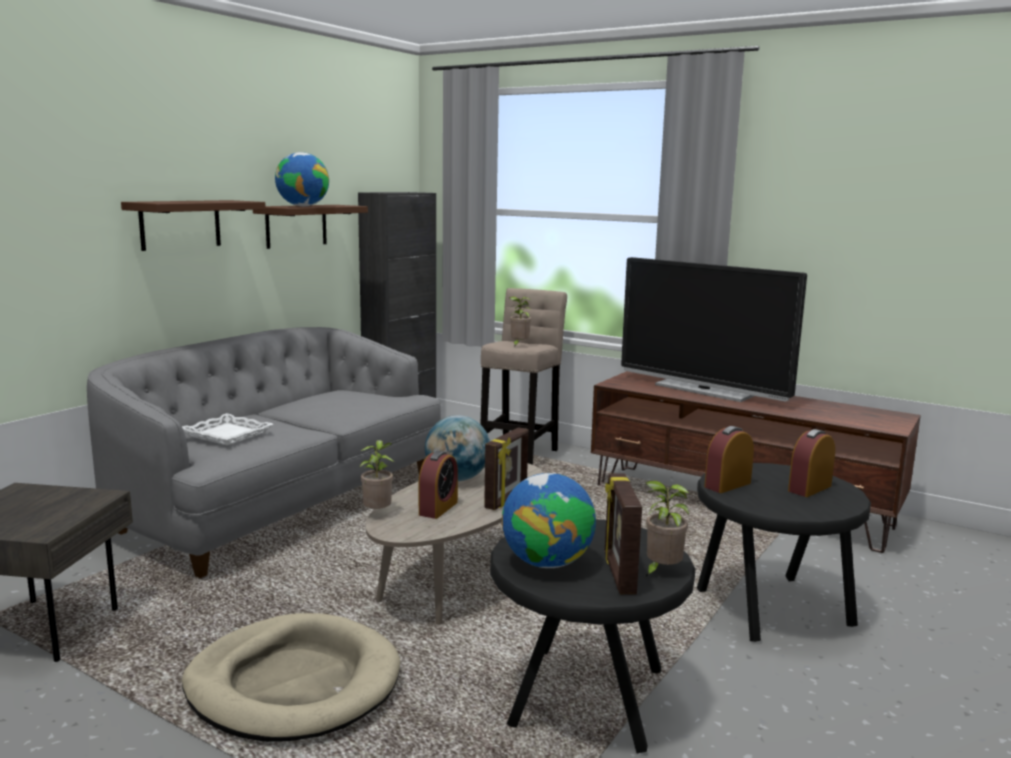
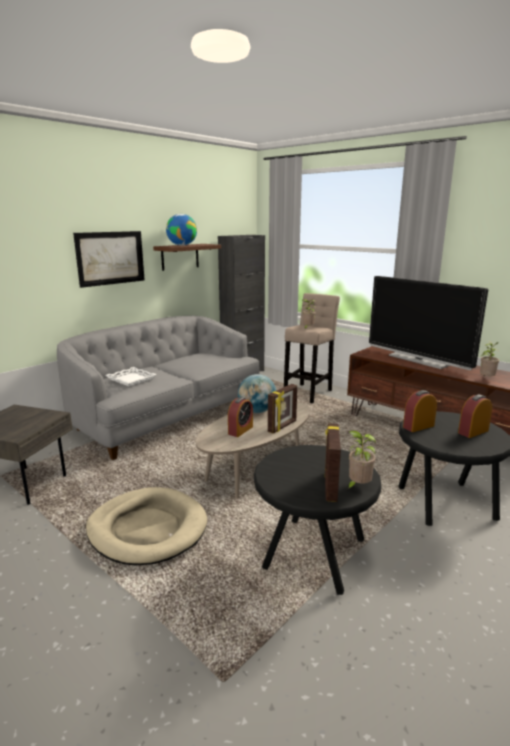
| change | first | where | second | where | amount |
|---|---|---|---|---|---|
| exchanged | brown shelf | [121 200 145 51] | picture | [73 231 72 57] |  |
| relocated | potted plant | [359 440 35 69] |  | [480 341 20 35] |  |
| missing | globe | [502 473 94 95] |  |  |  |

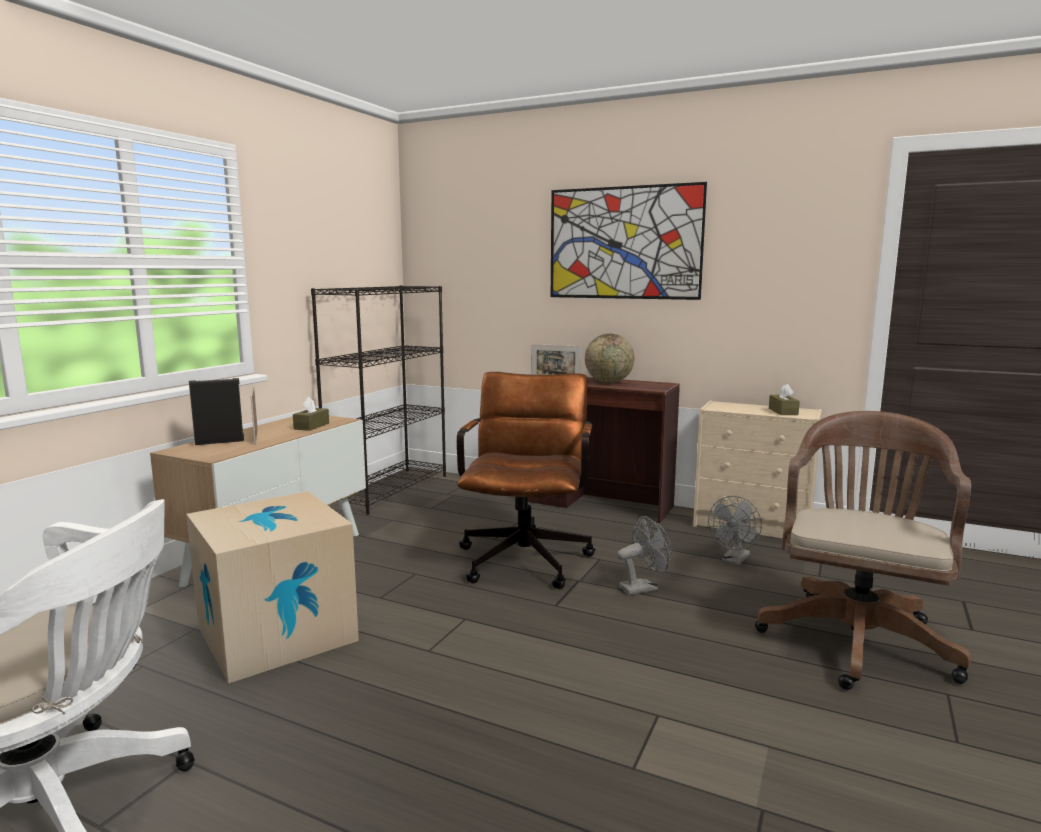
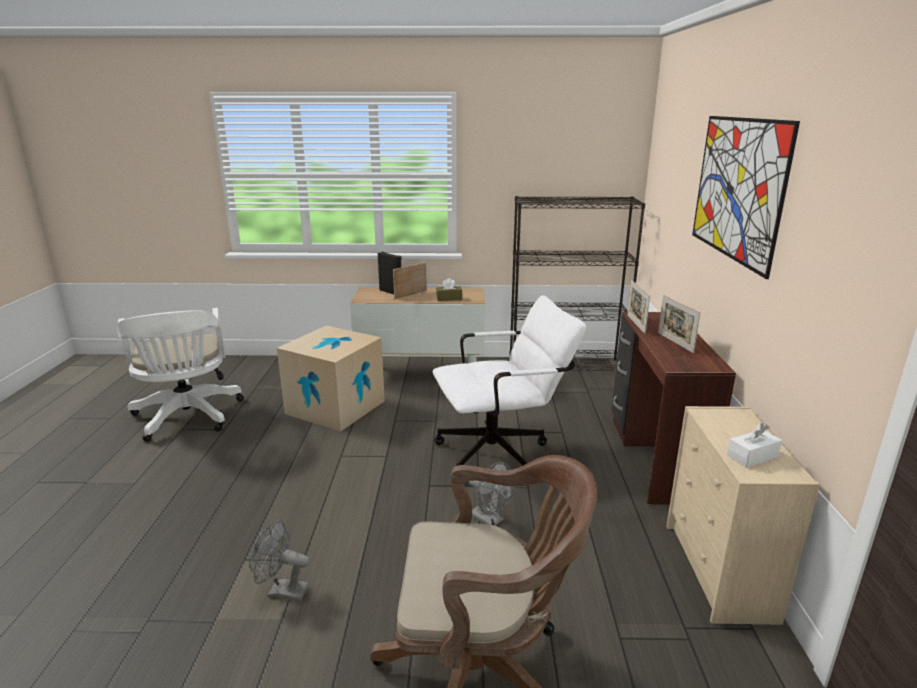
| change | first | where | second | where | amount |
|---|---|---|---|---|---|
| exchanged | globe | [585 333 50 50] | picture frame | [658 295 42 58] |  |
| colour | brown office chair | [457 372 138 217] | white office chair | [433 295 153 171] |  |
| colour | brown tissue box | [769 384 31 31] | white tissue box | [727 423 55 45] |  |
| relocated | grey fan | [708 496 54 69] |  | [249 520 61 81] |  |

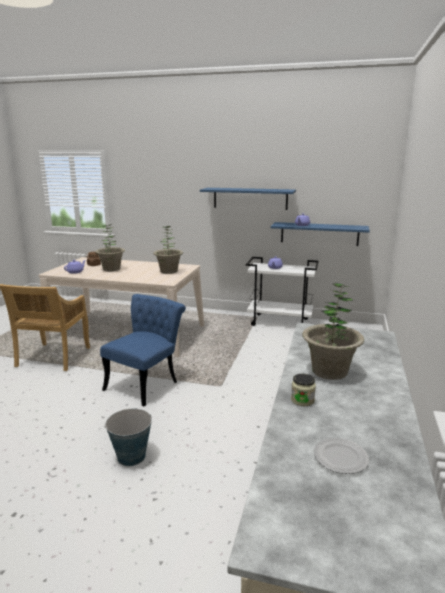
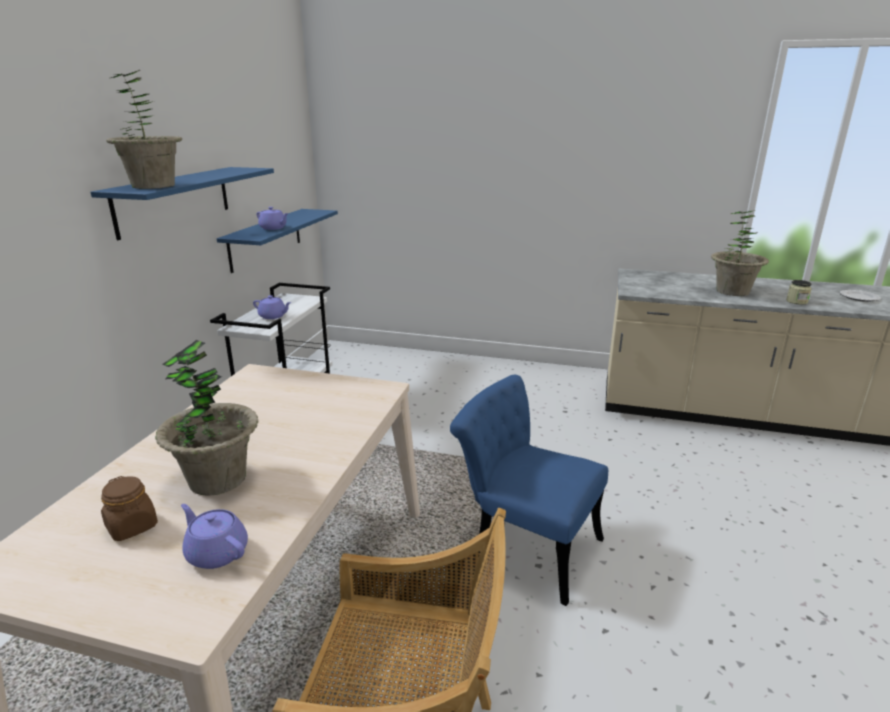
| change | first | where | second | where | amount |
|---|---|---|---|---|---|
| relocated | potted plant | [153 226 30 48] |  | [106 70 76 119] |  |
| missing | bucket | [105 409 47 57] |  |  |  |

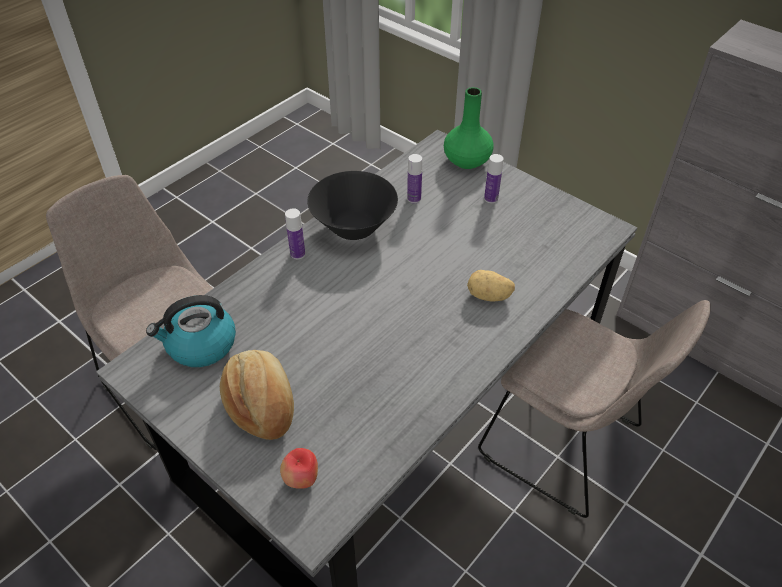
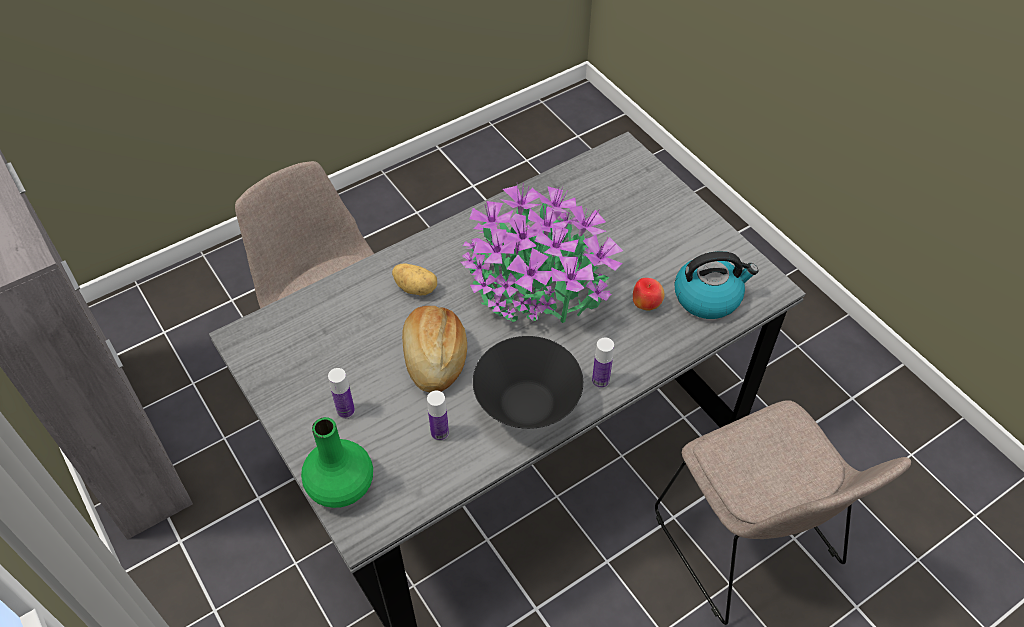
| change | first | where | second | where | amount |
|---|---|---|---|---|---|
| relocated | bread | [220 350 74 90] |  | [402 306 65 86] |  |
| relocated | apple | [280 448 38 41] |  | [633 278 32 32] |  |
| appeared |  |  | potted plant | [461 183 162 140] |  |

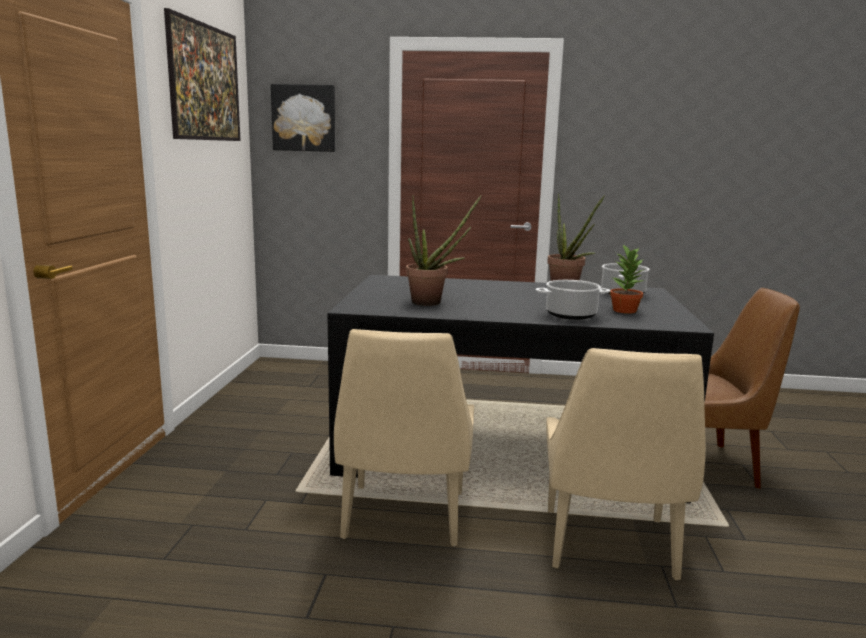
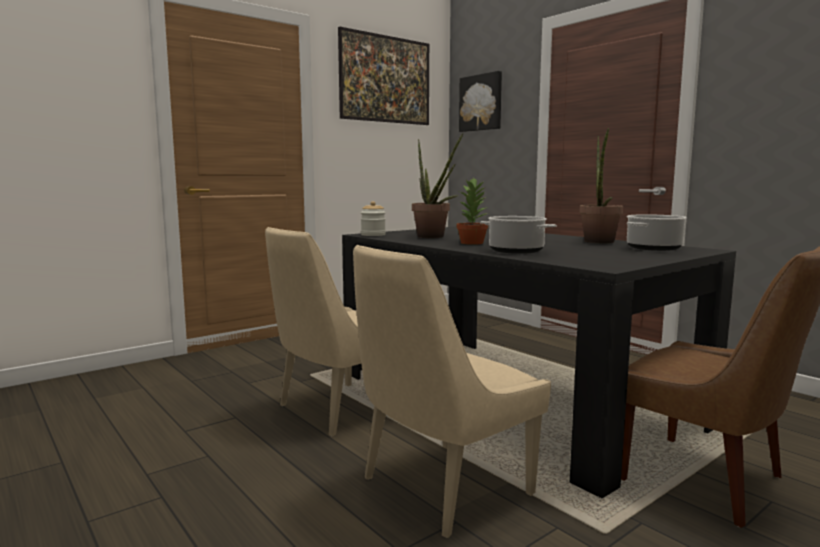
| change | first | where | second | where | amount |
|---|---|---|---|---|---|
| relocated | potted plant | [610 244 36 70] |  | [456 178 32 67] |  |
| appeared |  |  | jar | [361 201 25 35] |  |

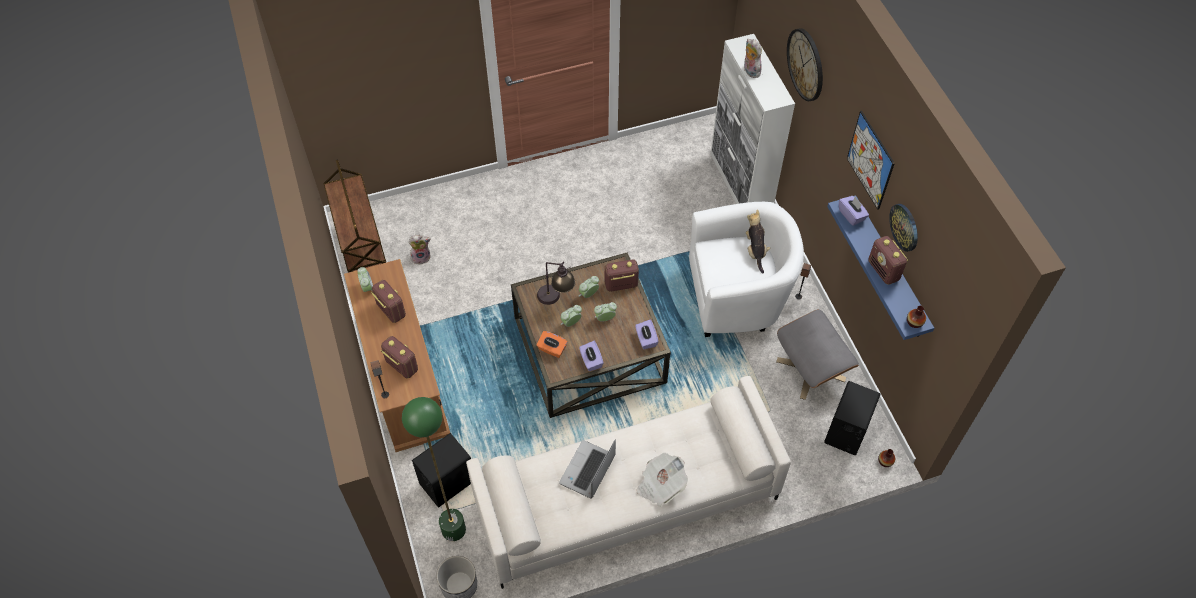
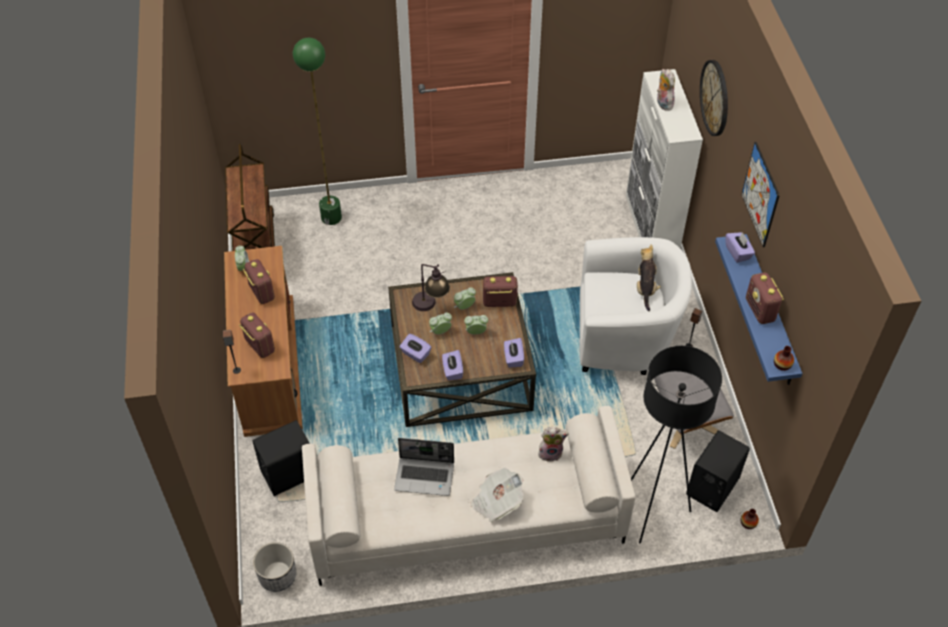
| change | first | where | second | where | amount |
|---|---|---|---|---|---|
| missing | wall clock | [889 204 29 48] |  |  |  |
| relocated | plush toy | [409 235 22 30] |  | [538 427 31 35] |  |
| colour | orange tissue box | [536 331 32 27] | purple tissue box | [400 334 31 29] |  |
| relocated | green floor lamp | [402 397 64 144] |  | [293 38 49 187] |  |
| spun | laptop | [559 439 57 59] |  | [394 438 60 58] | 120 degrees counterclockwise |
| appeared |  |  | black floor lamp | [631 346 91 197] |  |

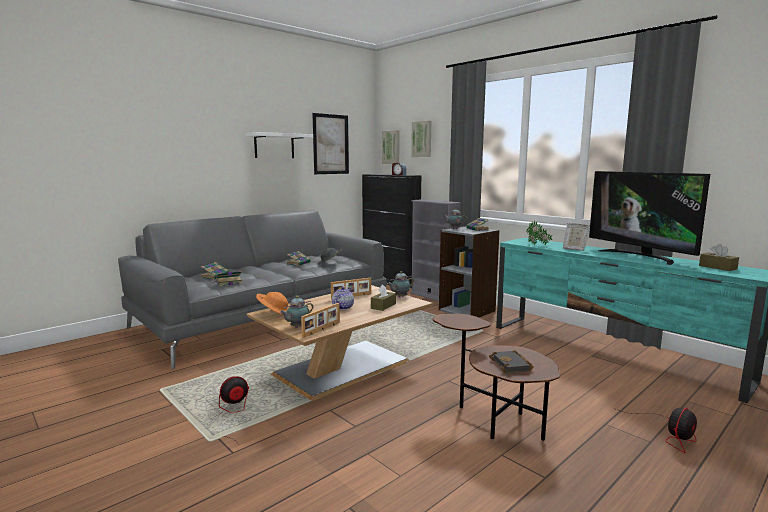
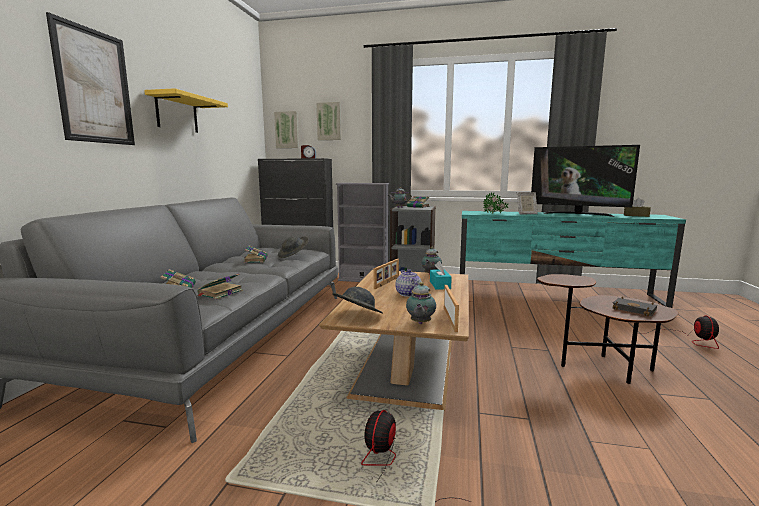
| change | first | where | second | where | amount |
|---|---|---|---|---|---|
| relocated | picture | [312 113 37 61] |  | [46 12 89 133] |  |
| colour | white shelf | [246 132 67 26] | yellow shelf | [144 88 84 45] |  |
| colour | brown tissue box | [371 285 25 26] | turquoise tissue box | [430 261 22 29] |  |
| colour | orange hat | [256 292 33 23] | grey hat | [332 287 51 27] |  |

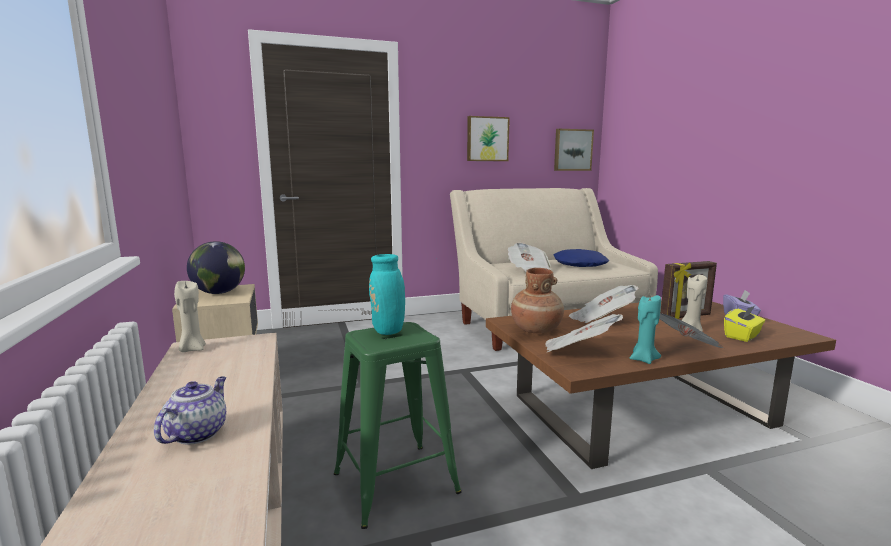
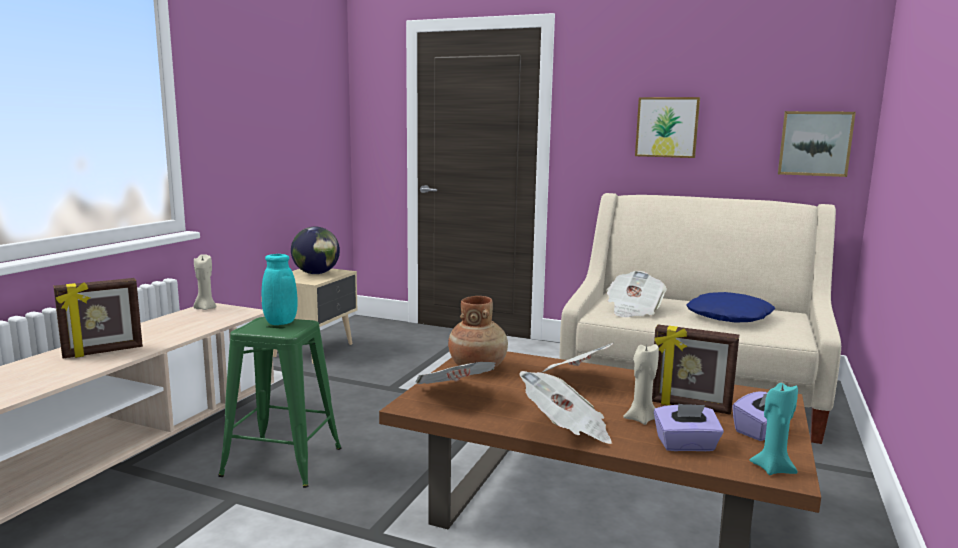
| change | first | where | second | where | amount |
|---|---|---|---|---|---|
| relocated | turquoise candle | [630 295 31 69] |  | [750 383 48 92] |  |
| colour | yellow tissue box | [724 305 41 37] | purple tissue box | [654 404 70 47] |  |
| exchanged | teapot | [154 377 72 68] | picture frame | [53 278 90 80] |  |

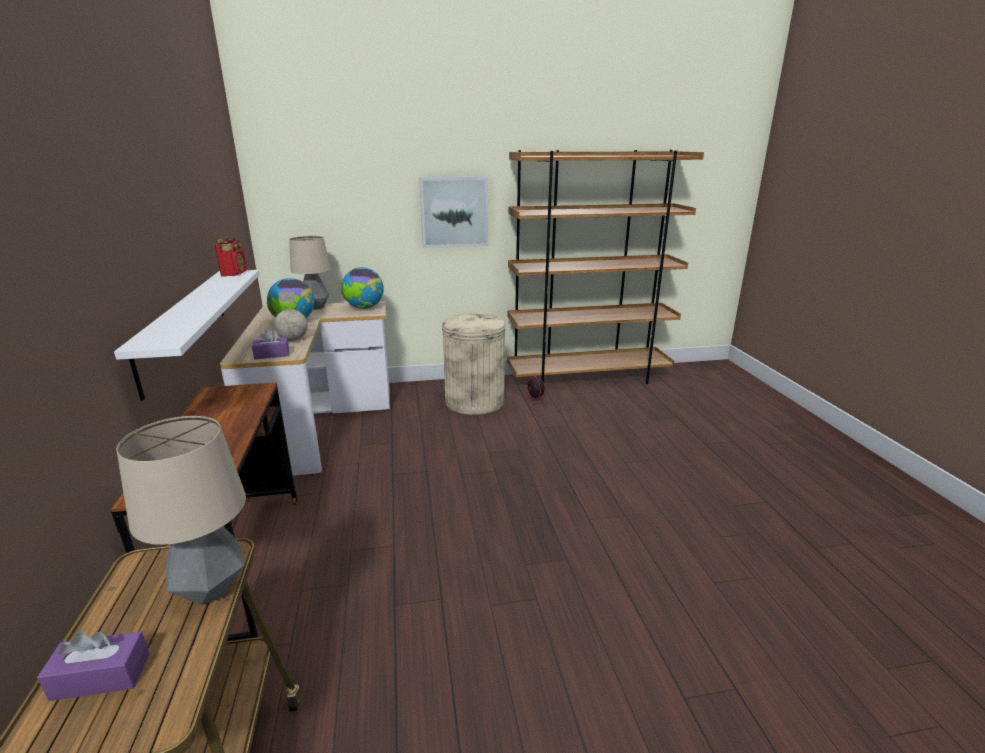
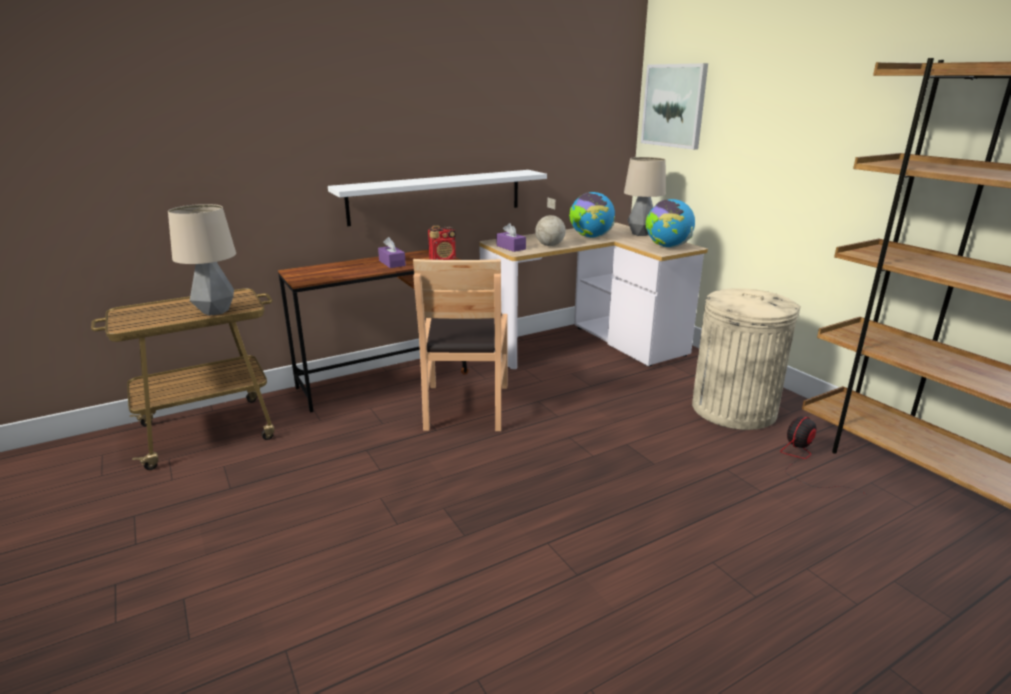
| change | first | where | second | where | amount |
|---|---|---|---|---|---|
| relocated | picture | [419 177 69 71] |  | [641 63 67 87] |  |
| relocated | radio | [215 238 32 39] |  | [428 225 28 35] |  |
| relocated | purple tissue box | [37 631 113 70] |  | [378 237 28 31] |  |
| appeared |  |  | brown chair | [413 259 94 172] |  |

